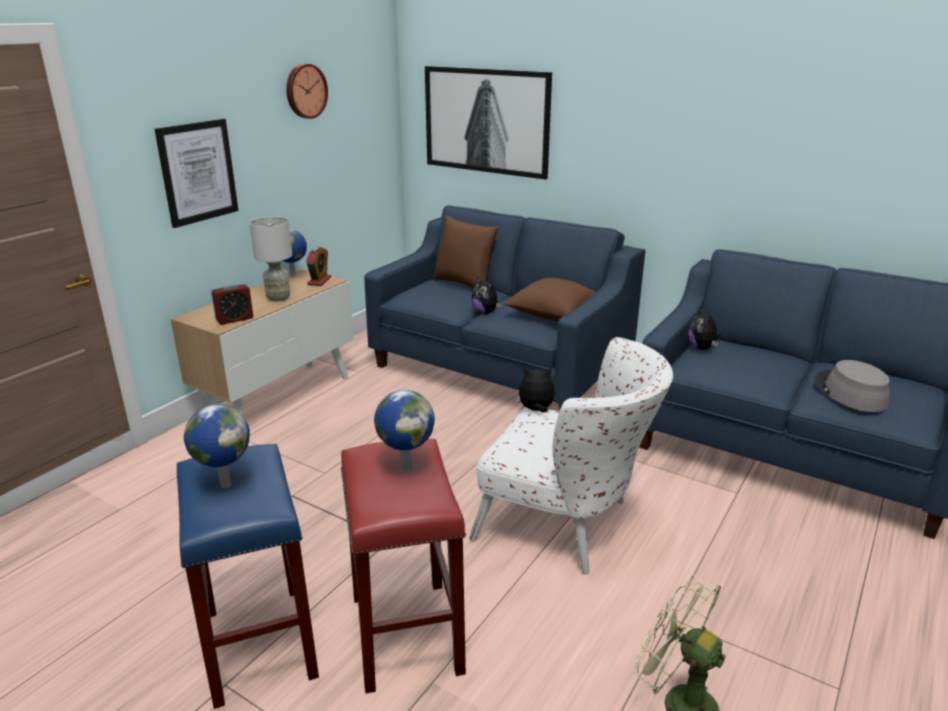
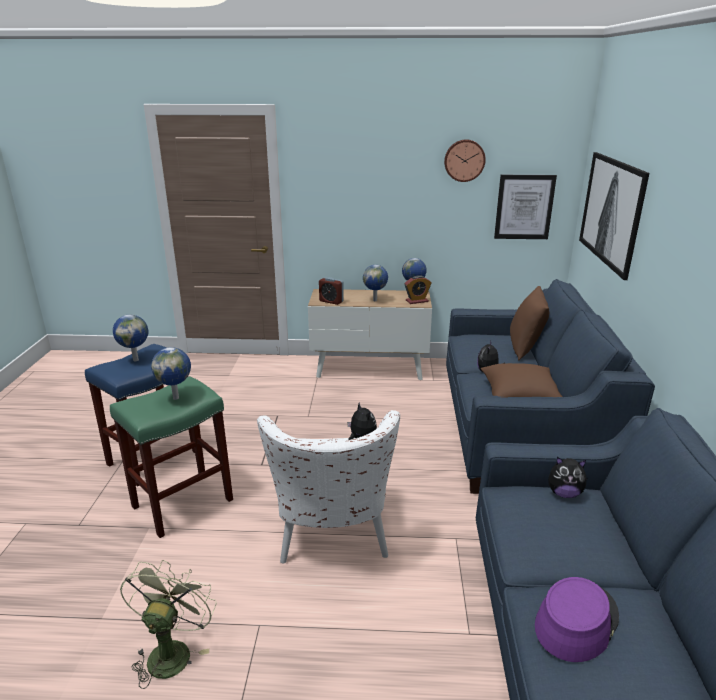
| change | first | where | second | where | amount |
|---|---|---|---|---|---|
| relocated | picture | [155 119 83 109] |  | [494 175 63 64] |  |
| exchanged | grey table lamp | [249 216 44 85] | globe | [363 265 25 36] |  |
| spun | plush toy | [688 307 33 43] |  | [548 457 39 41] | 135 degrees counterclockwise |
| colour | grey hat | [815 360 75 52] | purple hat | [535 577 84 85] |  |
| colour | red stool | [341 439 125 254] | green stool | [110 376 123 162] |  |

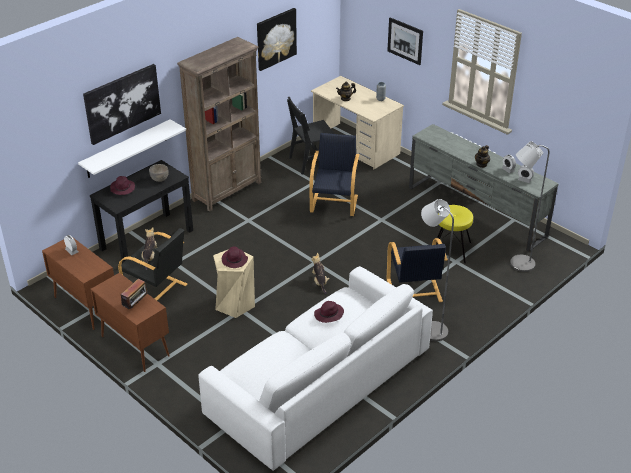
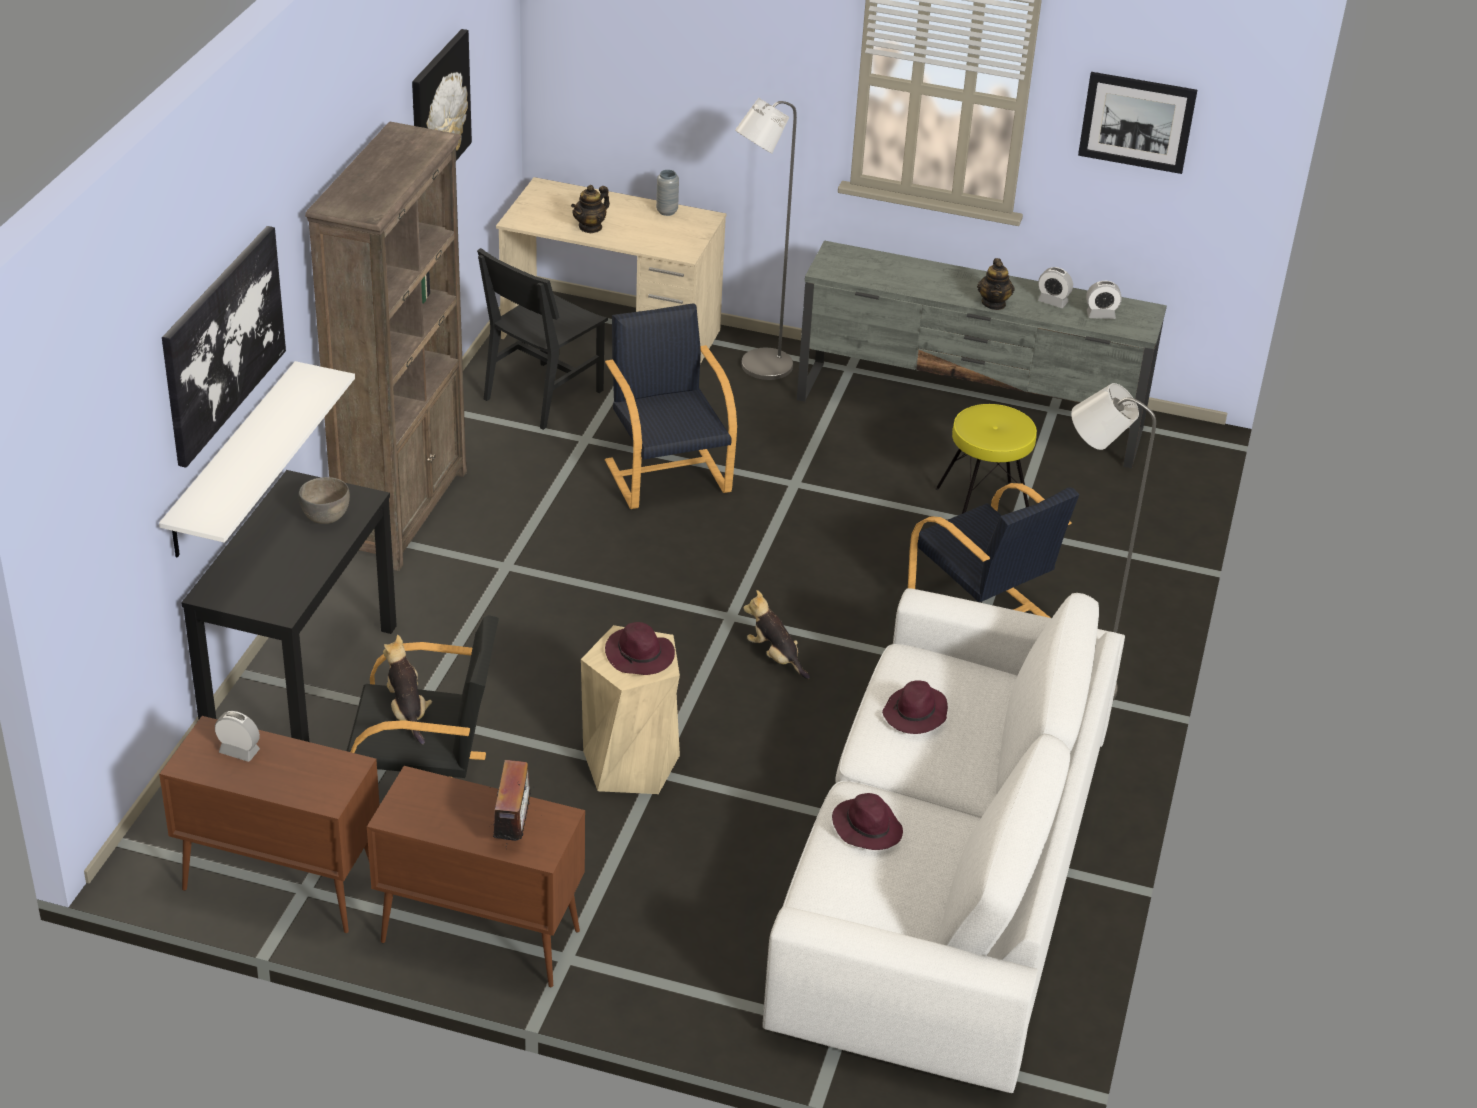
| change | first | where | second | where | amount |
|---|---|---|---|---|---|
| relocated | picture | [387 17 36 48] |  | [1078 72 119 102] |  |
| relocated | grey floor lamp | [510 141 39 131] |  | [735 98 62 282] |  |
| relocated | purple hat | [110 176 25 19] |  | [832 793 71 57] |  |

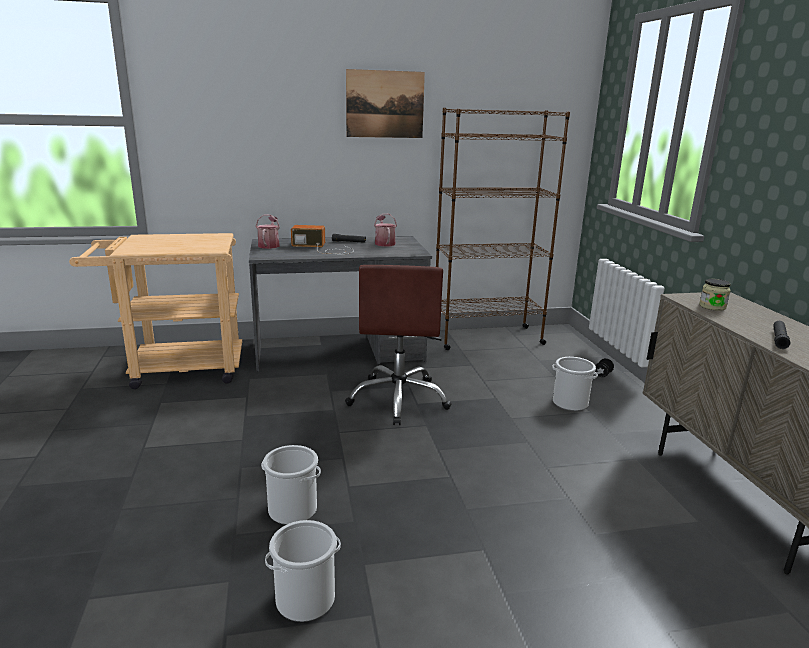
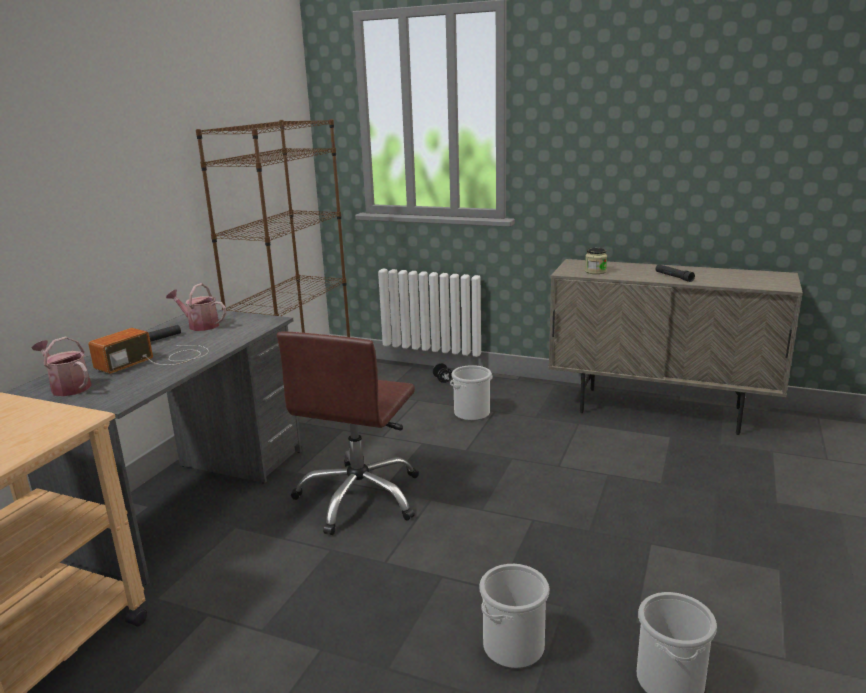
| change | first | where | second | where | amount |
|---|---|---|---|---|---|
| missing | picture | [346 69 79 69] |  |  |  |
| spun | brown office chair | [345 265 106 160] |  | [277 331 142 204] | 75 degrees clockwise |

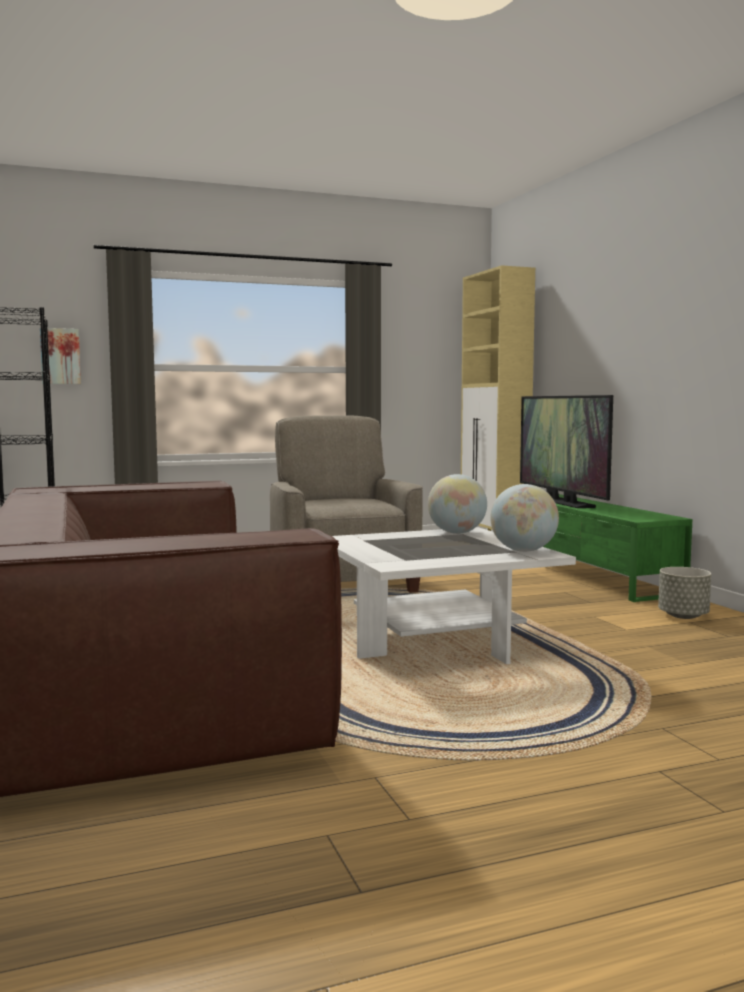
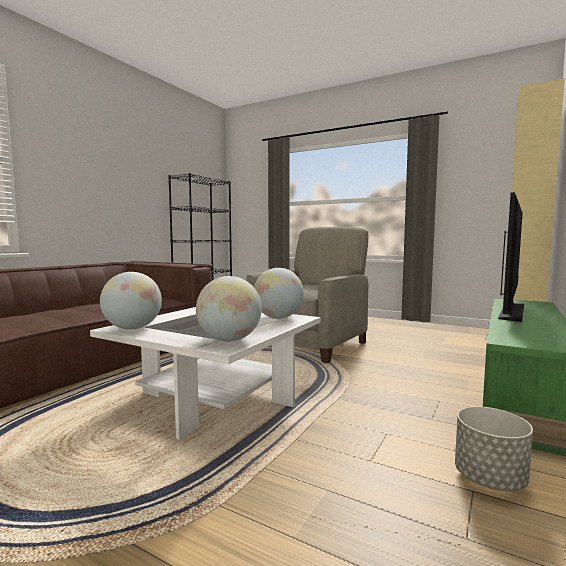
| change | first | where | second | where | amount |
|---|---|---|---|---|---|
| missing | picture | [40 328 41 56] |  |  |  |
| appeared |  |  | globe | [100 272 62 58] |  |

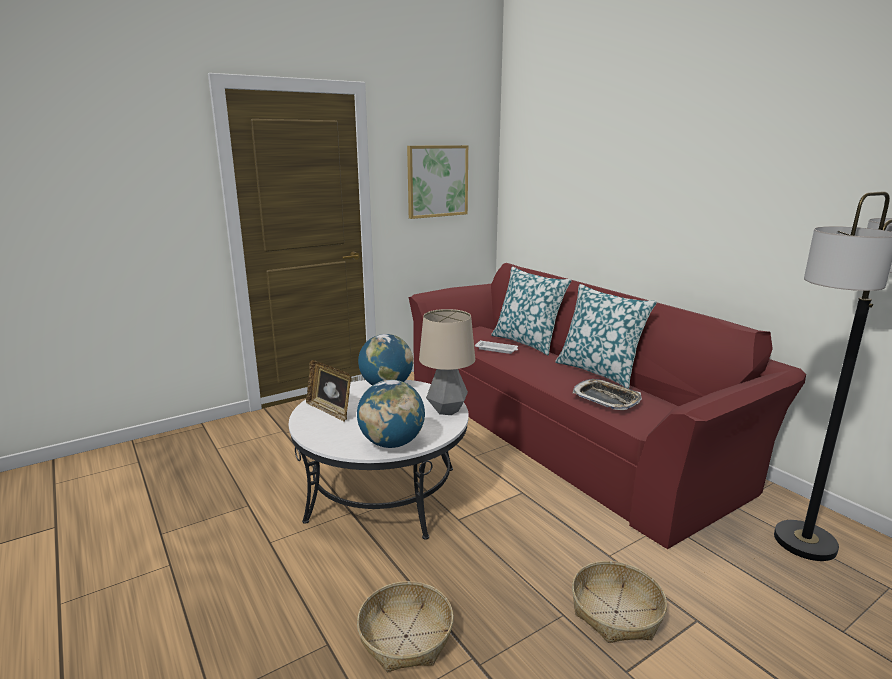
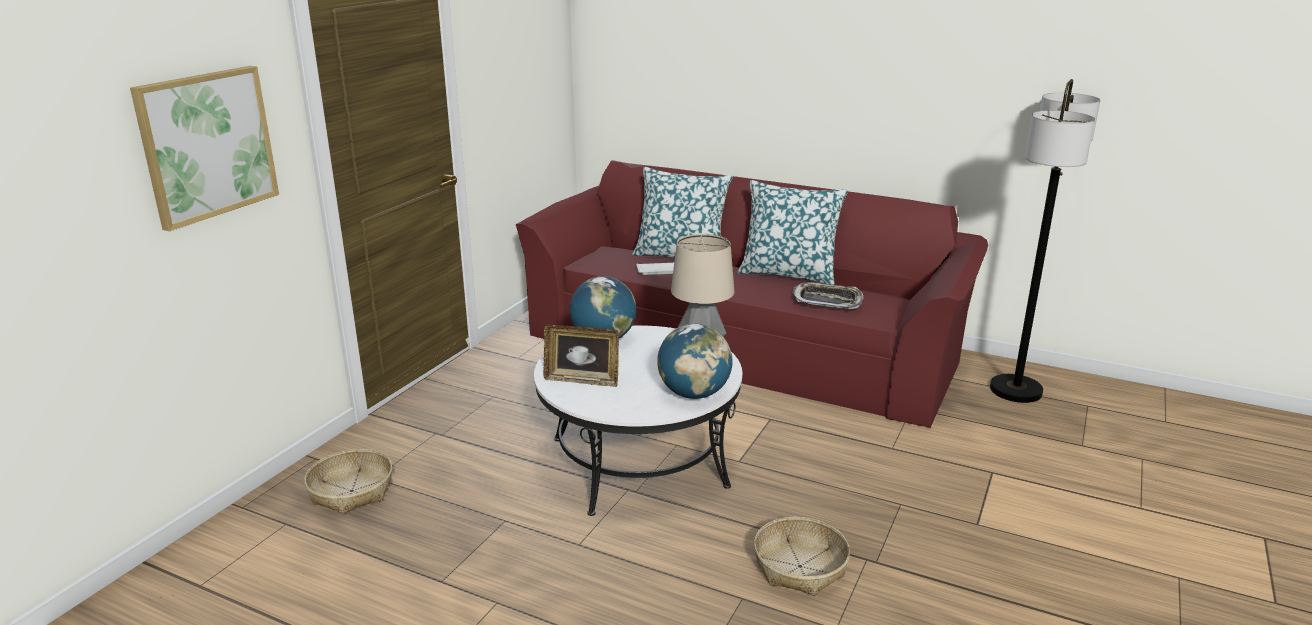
| change | first | where | second | where | amount |
|---|---|---|---|---|---|
| relocated | picture | [407 145 61 74] |  | [130 66 149 165] |  |
| relocated | basket | [572 561 95 82] |  | [304 449 89 65] |  |

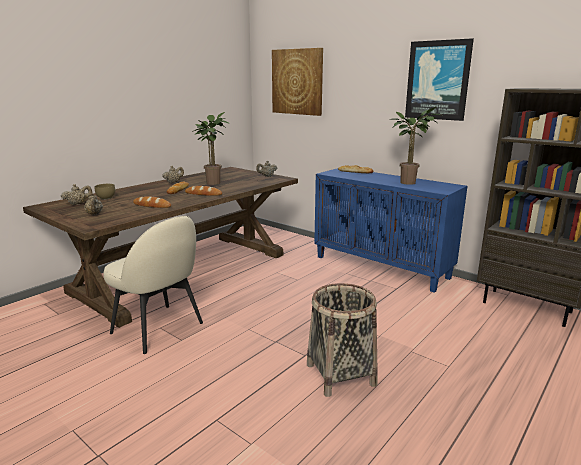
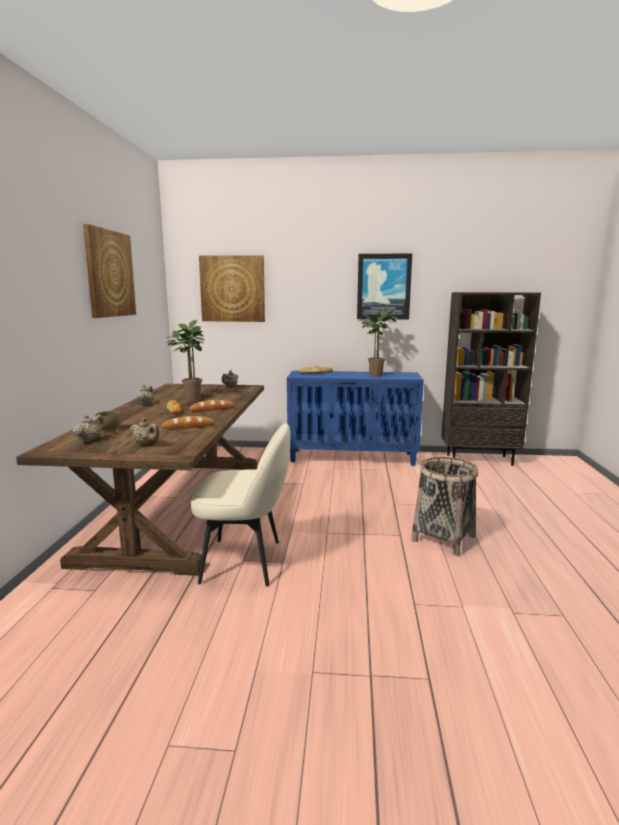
| change | first | where | second | where | amount |
|---|---|---|---|---|---|
| appeared |  |  | picture | [83 224 53 94] |  |

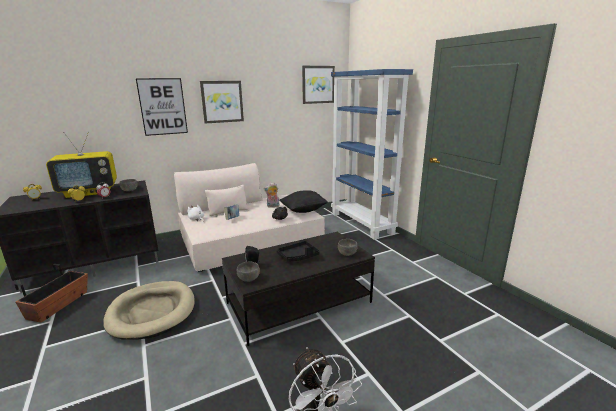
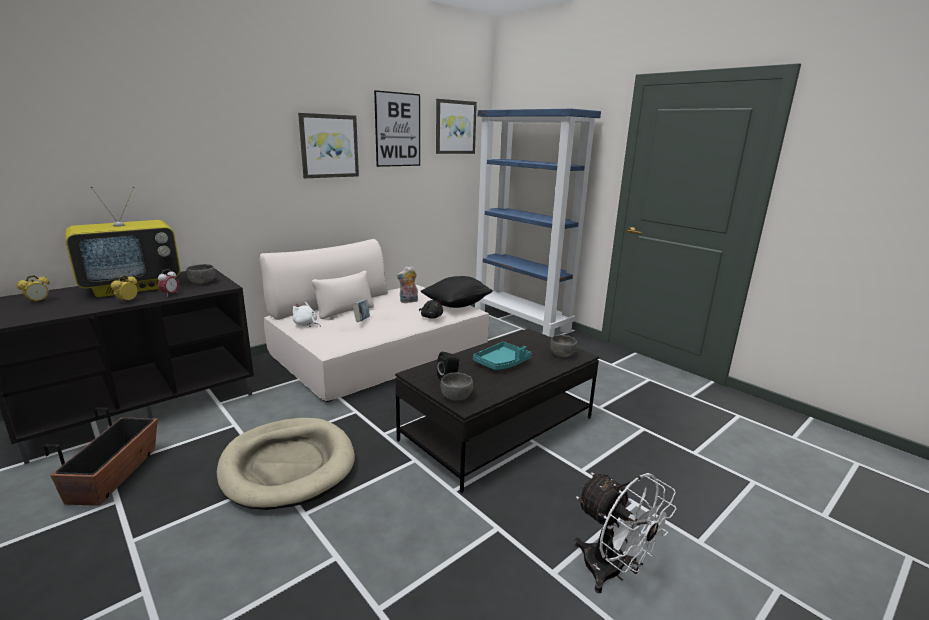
| change | first | where | second | where | amount |
|---|---|---|---|---|---|
| relocated | picture | [136 78 52 58] |  | [374 90 46 77] |  |
| colour | black tray | [277 241 43 20] | turquoise tray | [473 342 58 28] |  |

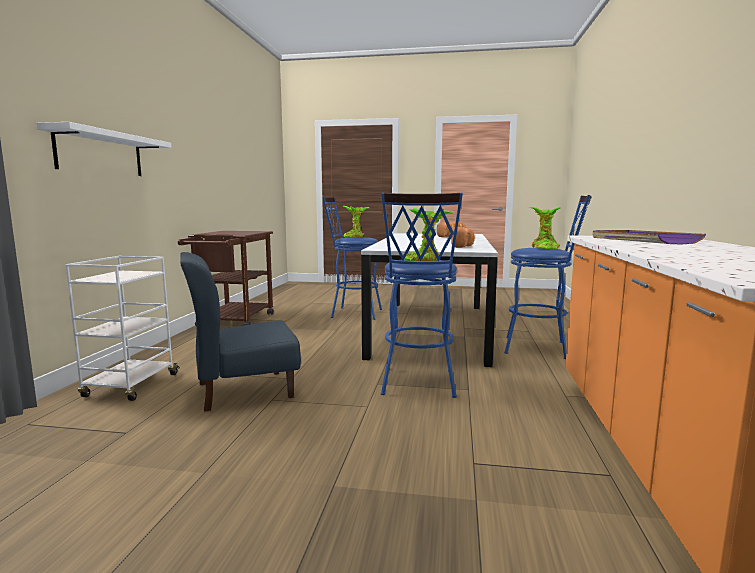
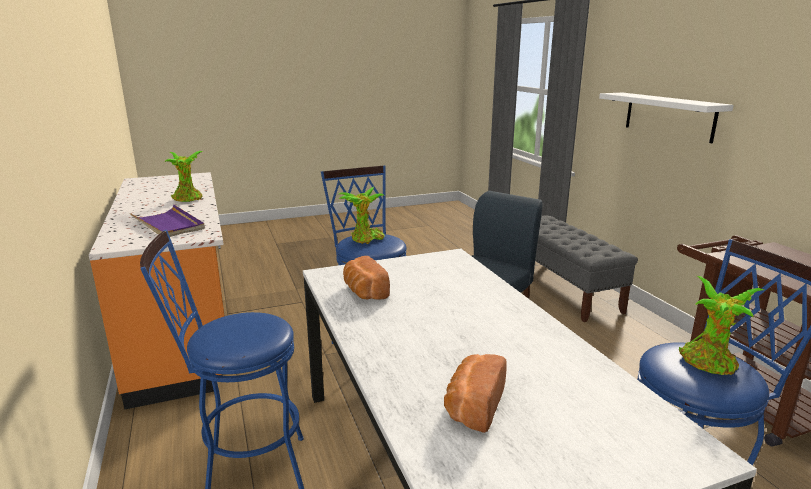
| change | first | where | second | where | amount |
|---|---|---|---|---|---|
| relocated | potted plant | [531 207 29 43] |  | [164 151 39 51] |  |
| exchanged | white cart | [65 256 115 145] | grey bench | [535 216 103 106] |  |

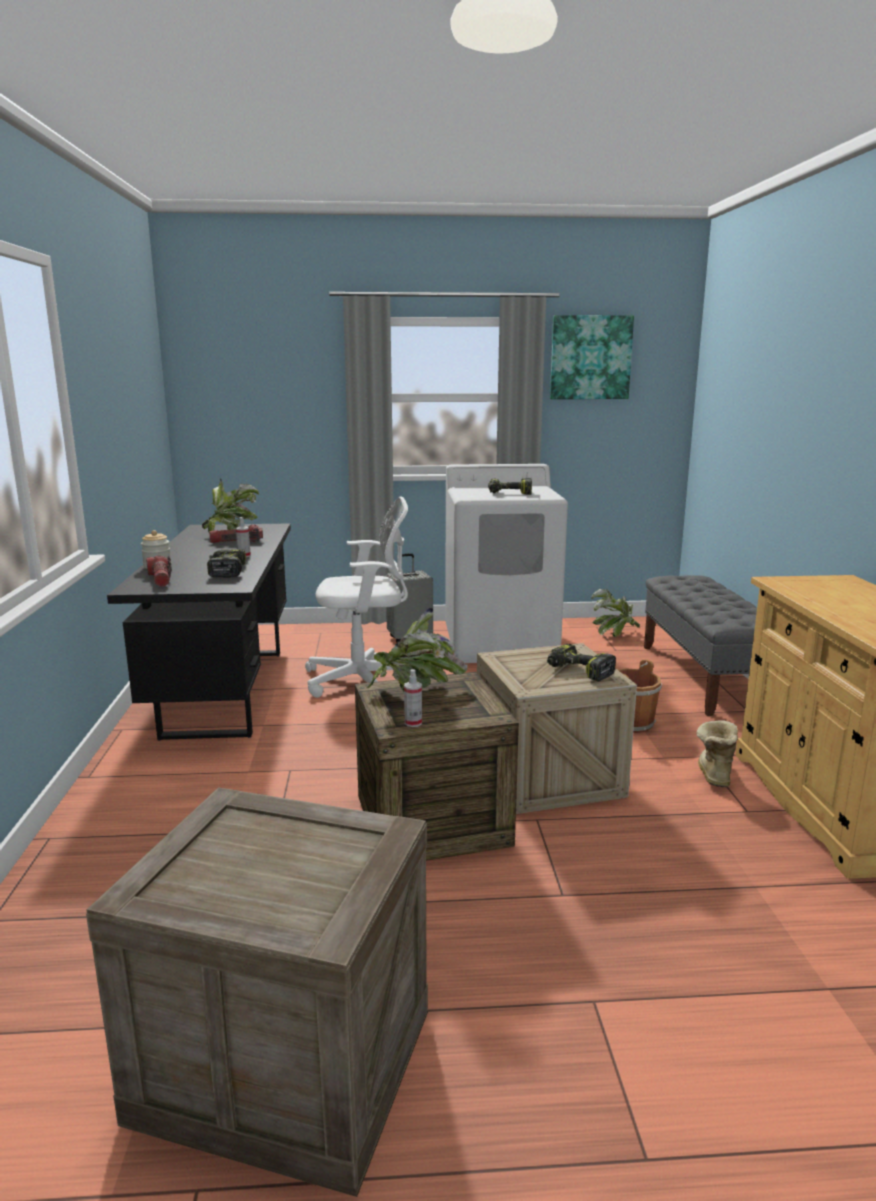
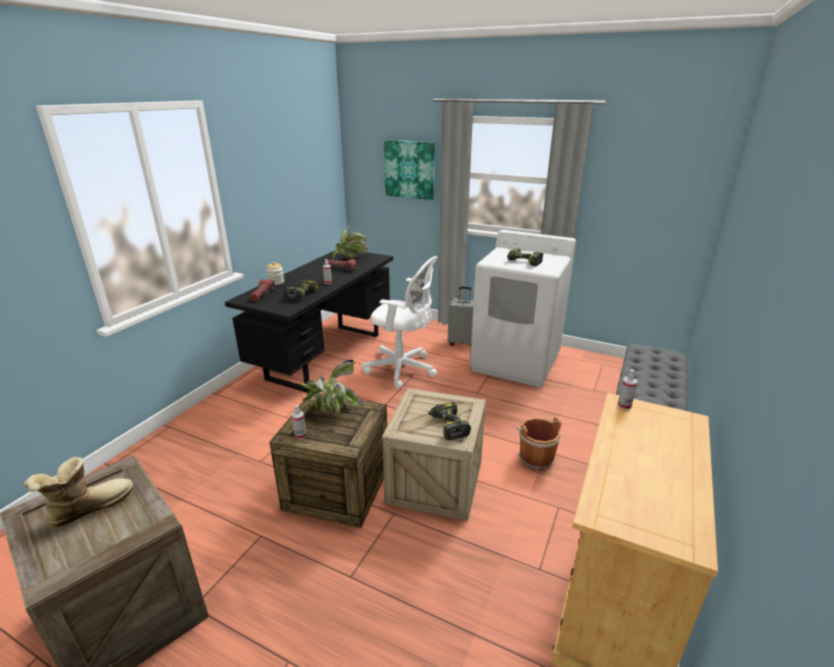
| change | first | where | second | where | amount |
|---|---|---|---|---|---|
| relocated | picture | [550 315 84 84] |  | [384 140 51 60] |  |
| missing | potted plant | [591 589 49 49] |  |  |  |
| relocated | boot | [697 720 41 67] |  | [24 457 110 70] |  |
| appeared |  |  | spray bottle | [618 369 19 41] |  |

